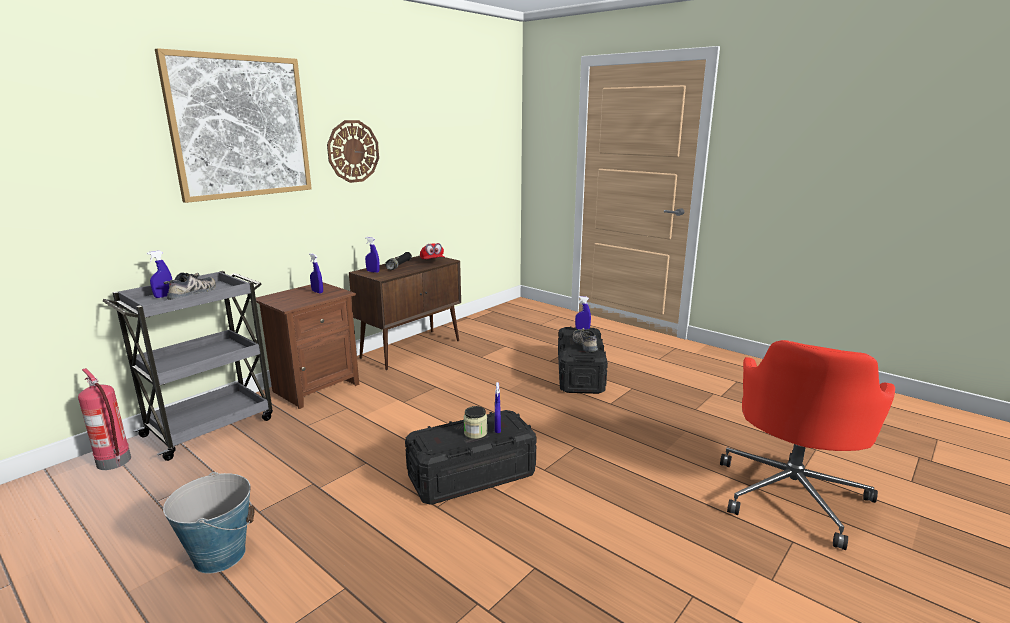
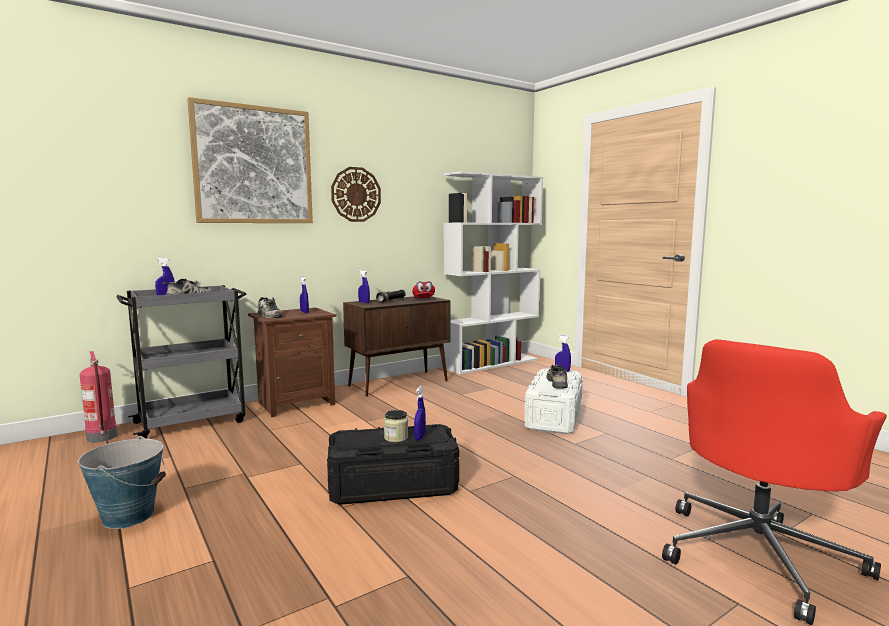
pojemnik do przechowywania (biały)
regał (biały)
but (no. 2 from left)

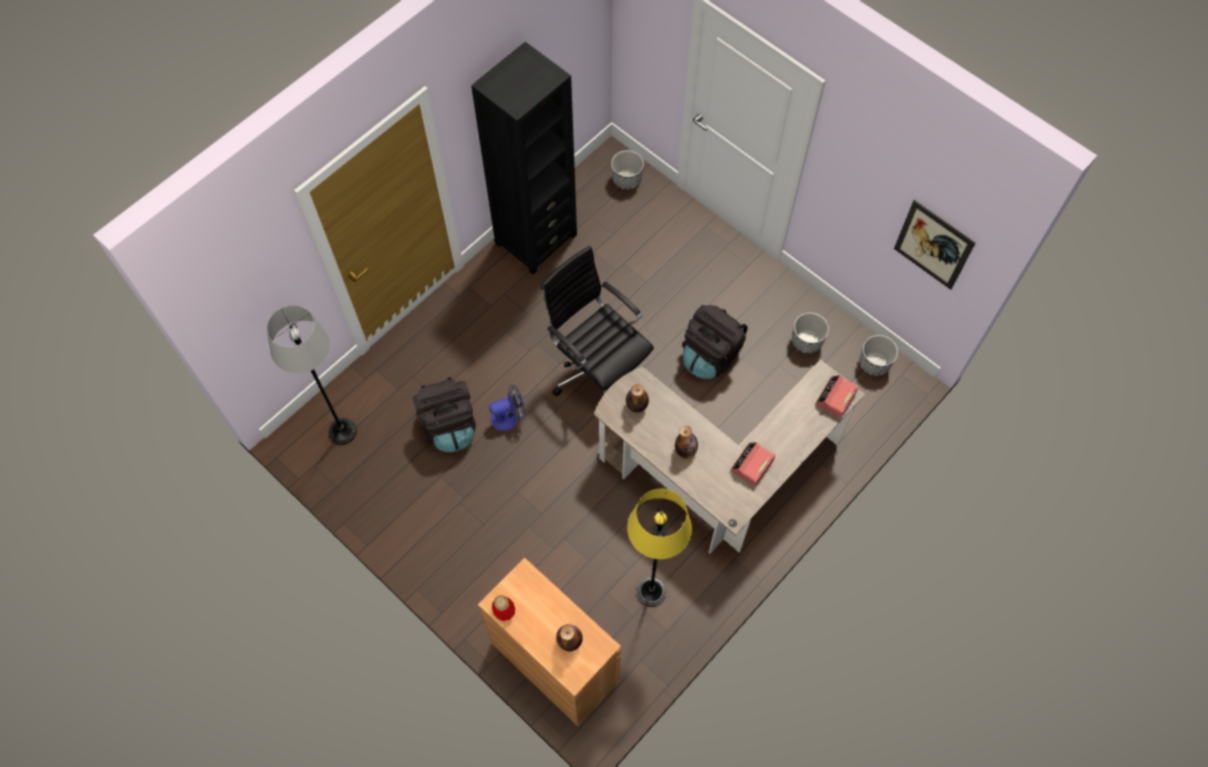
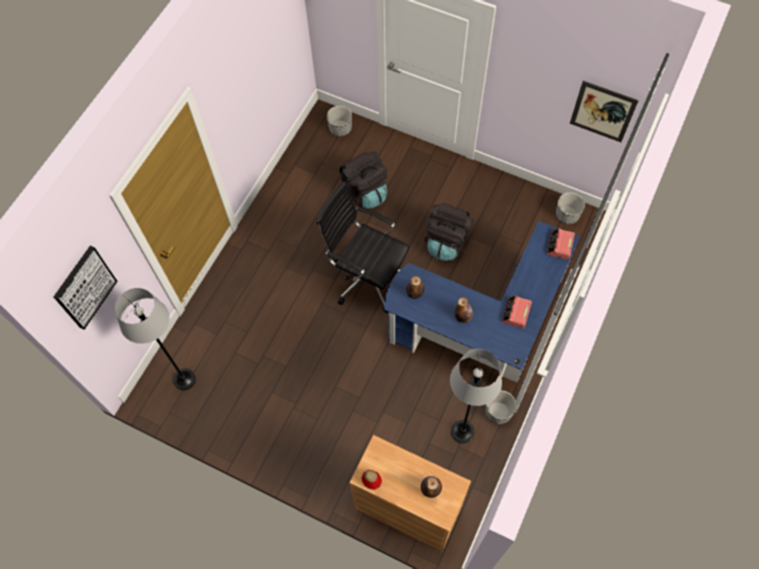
regał (czarny)
donica (no. 2 from left)
biurko (niebieski)
plecak (czarny) (no. 1 from left)
wentylator
lampa stojąca (szary) (no. 2 from left)
obraz (no. 1 from left)

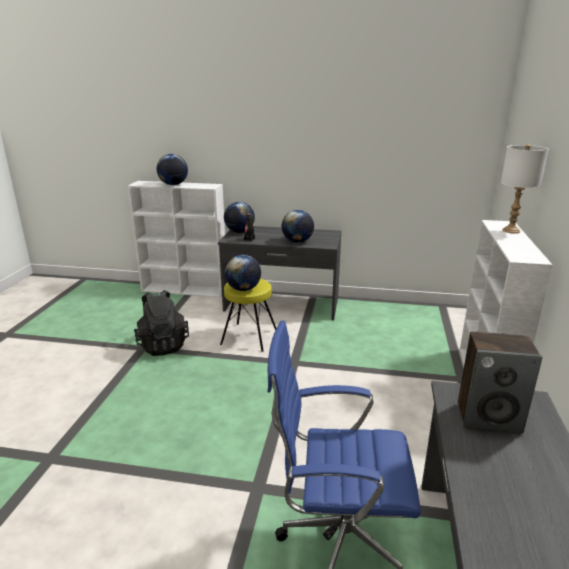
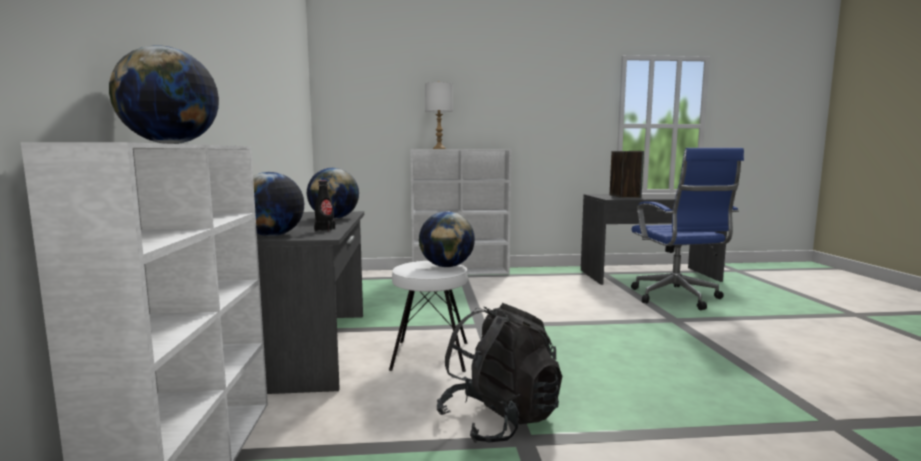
stołek (biały)

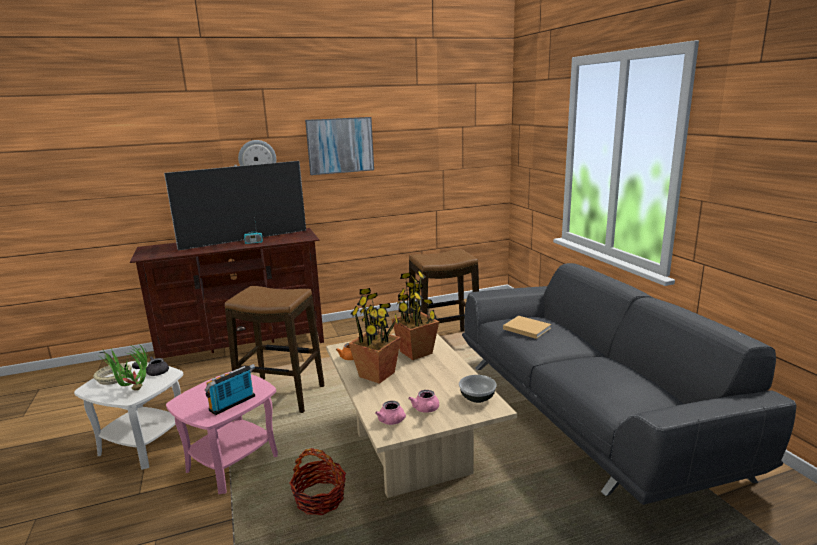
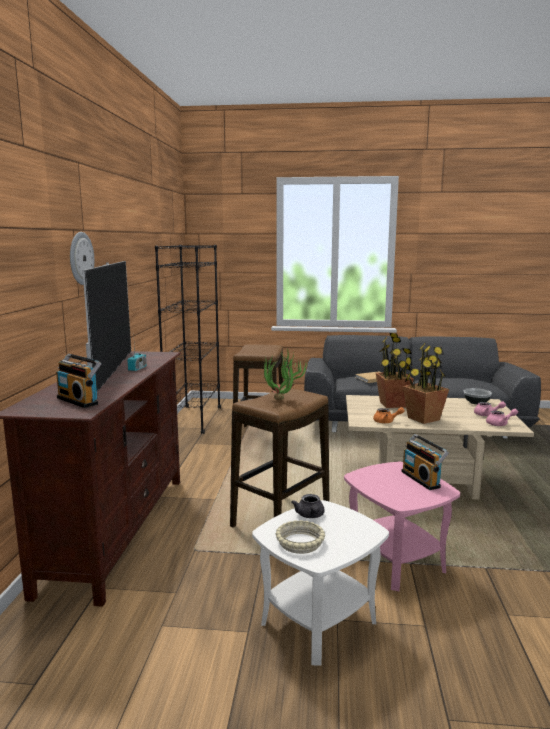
obraz
roślina doniczkowa (no. 1 from left)
koszyk
regał (czarny)
radio (no. 1 from left)

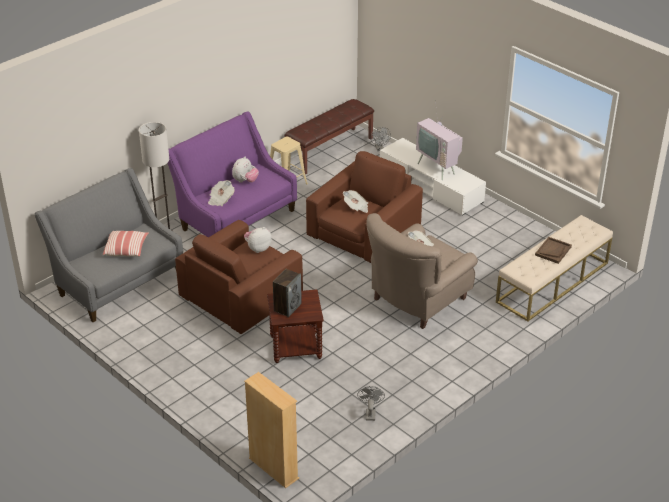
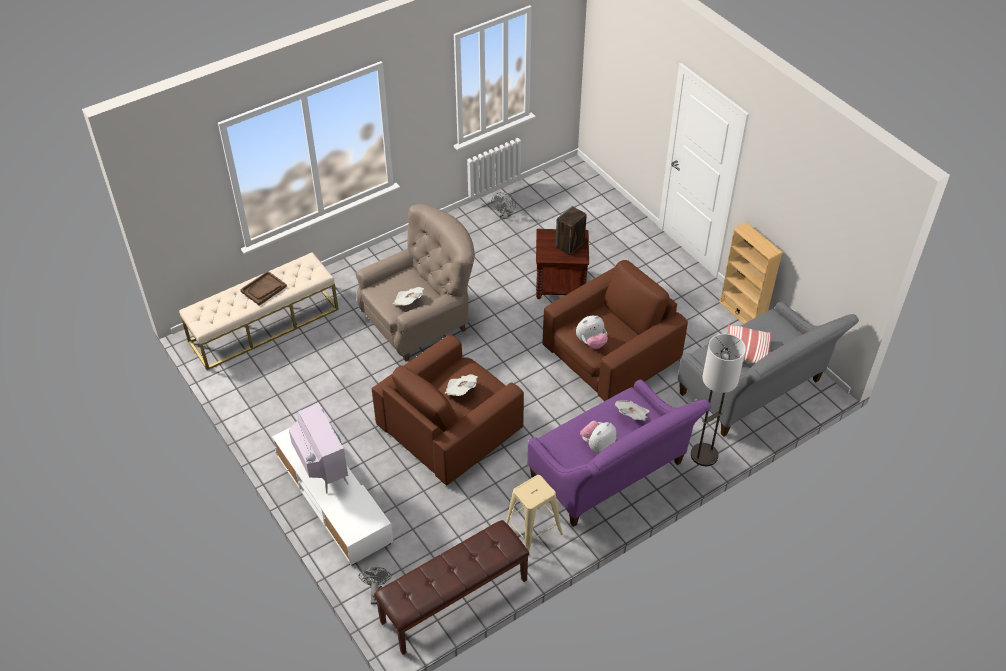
regał (beżowy)

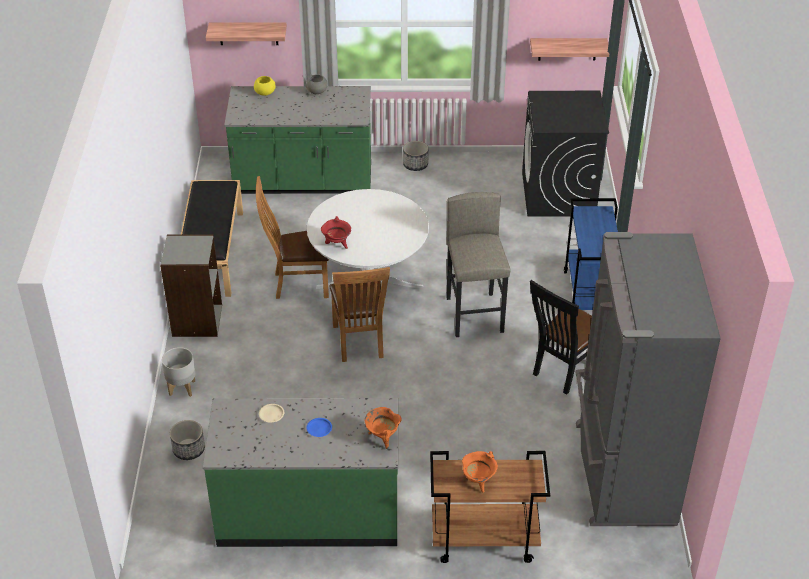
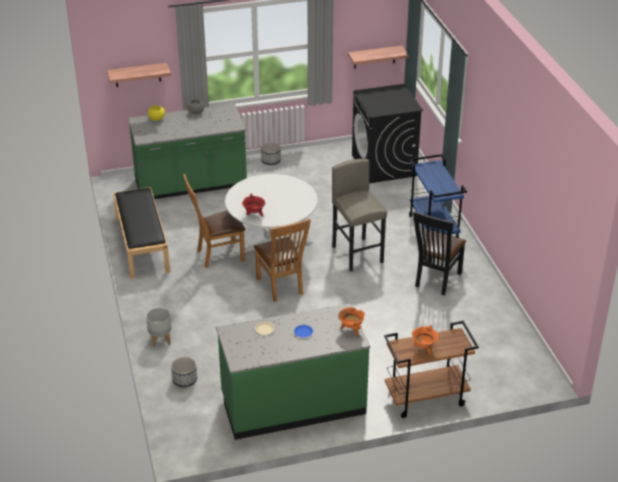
lodówka (szary)
regał (szary)

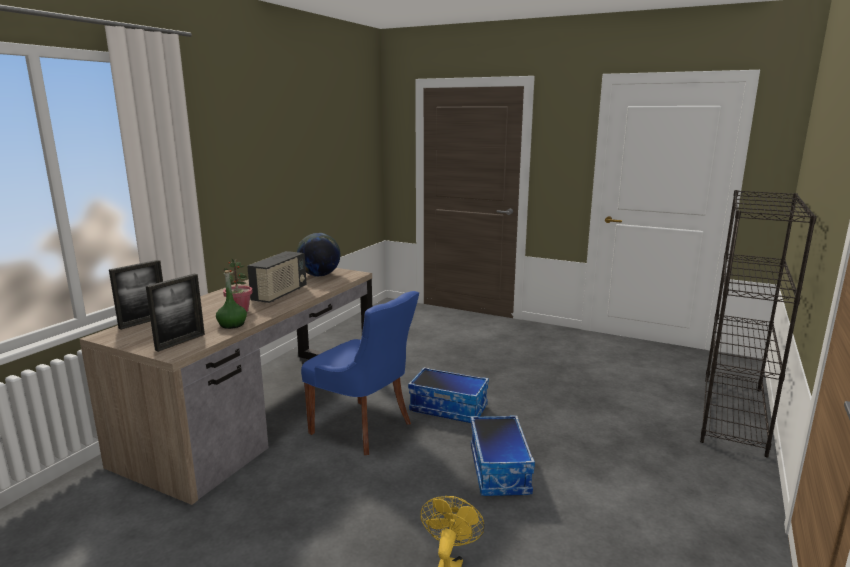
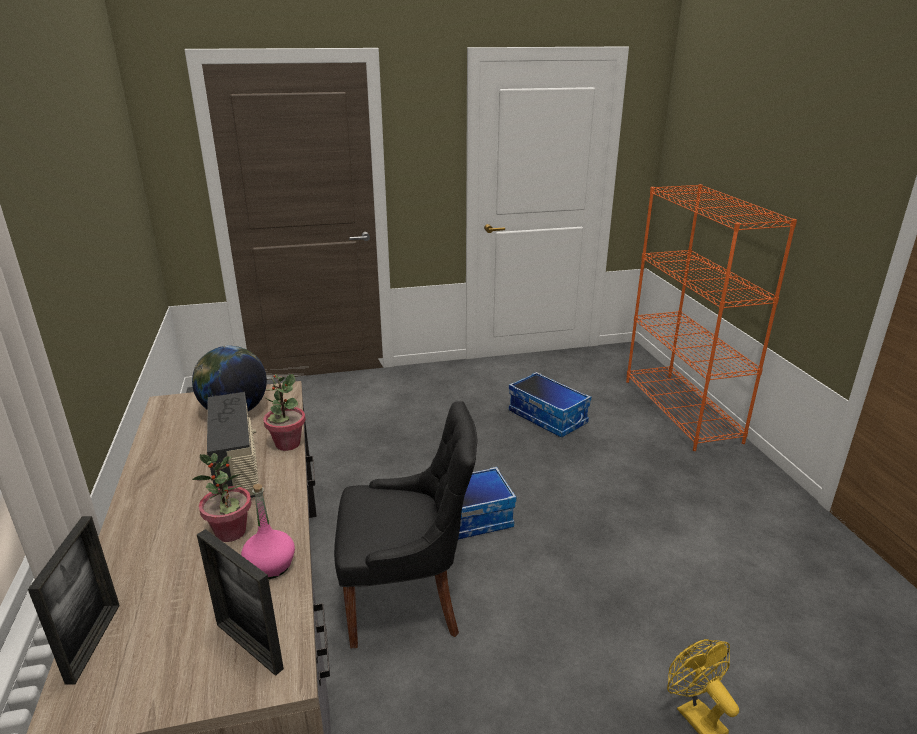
regał (pomarańczowy)
butelka (różowy)
ramka na zdjęcie (no. 2 from left)
krzesło (czarny)
pojemnik do przechowywania (no. 2 from left)
roślina doniczkowa (no. 2 from left)

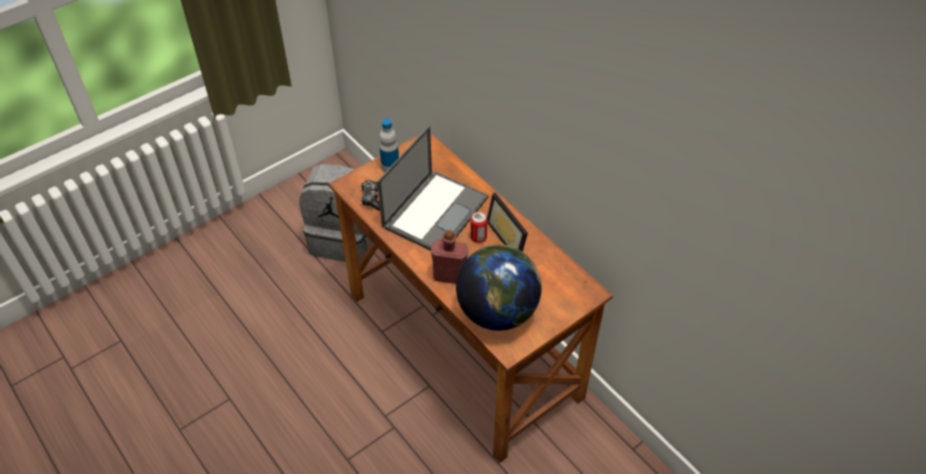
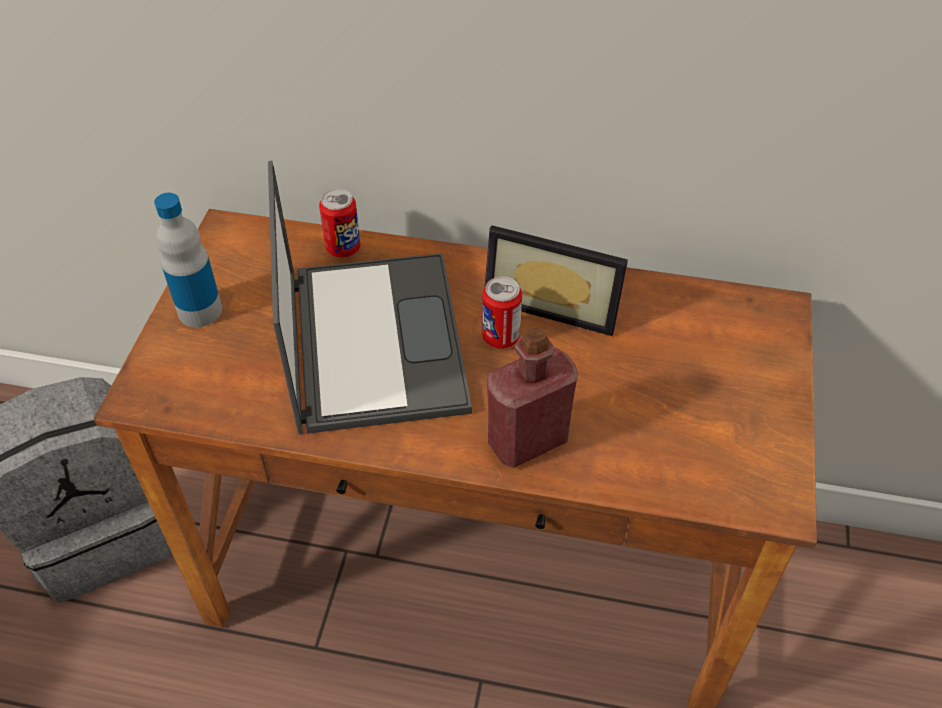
pad do gier
globus
puszka (no. 1 from left)

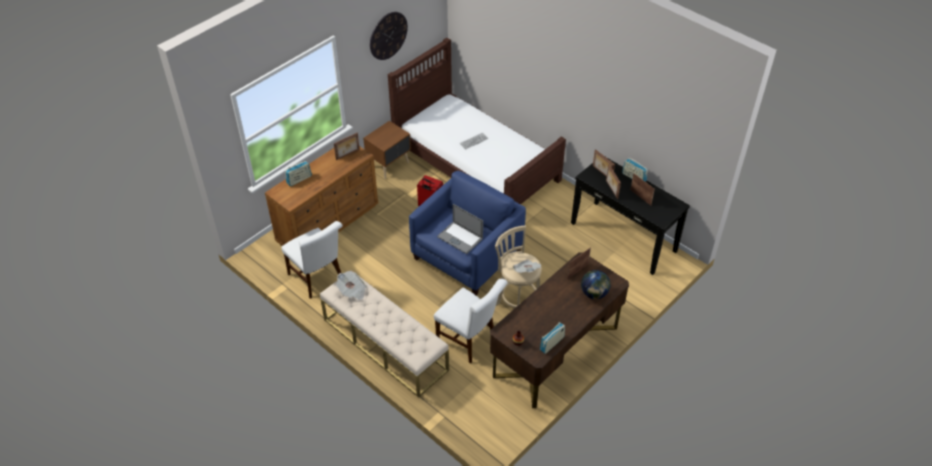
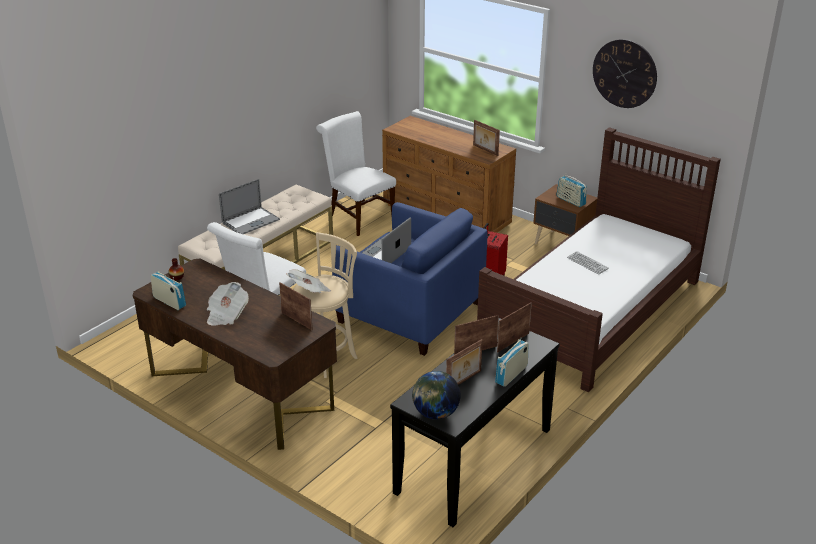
radio (no. 3 from left)
krzesło (biały) (no. 2 from left)
globus
gazeta (no. 1 from left)
laptop (no. 1 from left)

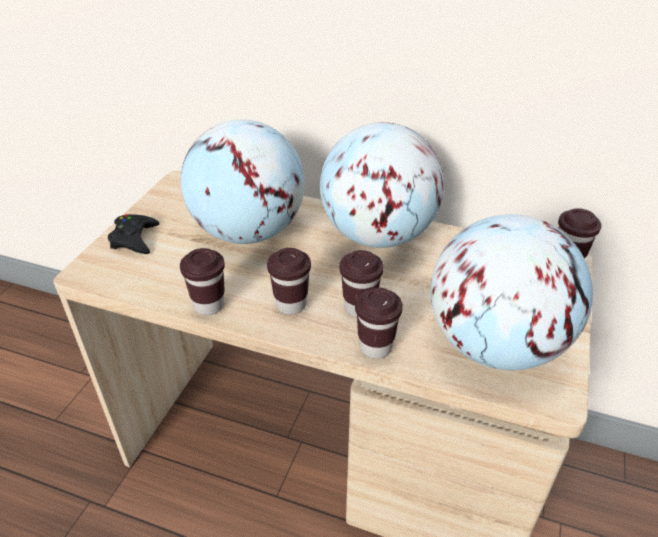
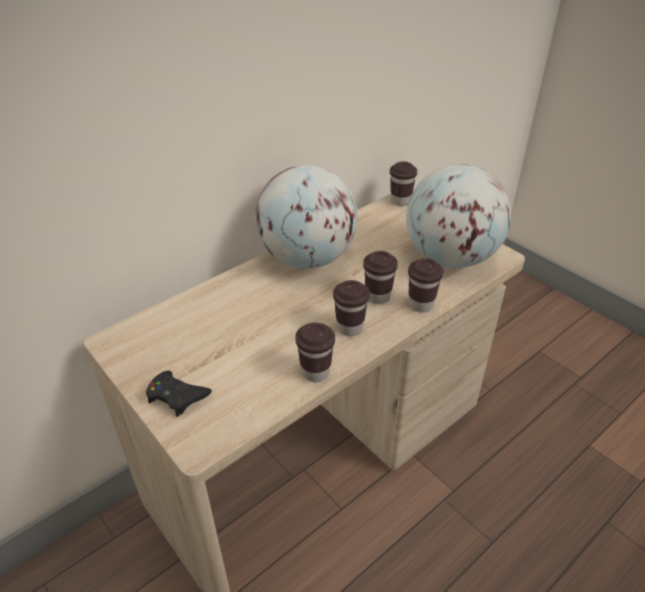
globus (no. 1 from left in the first image)

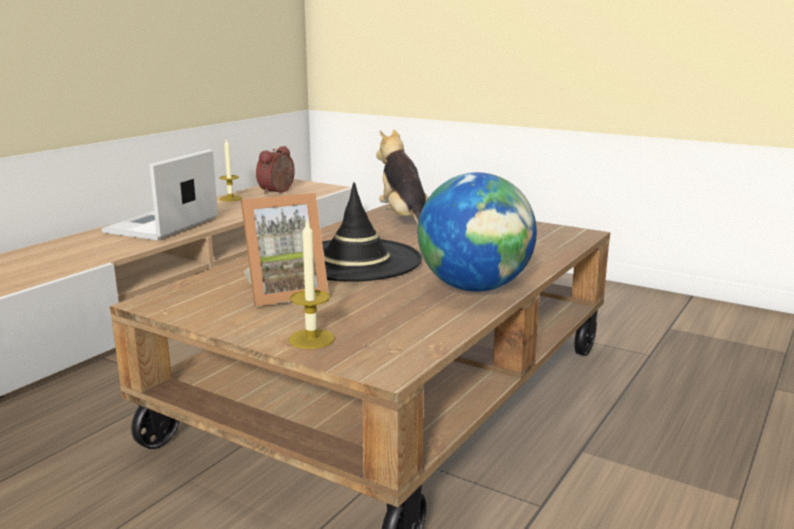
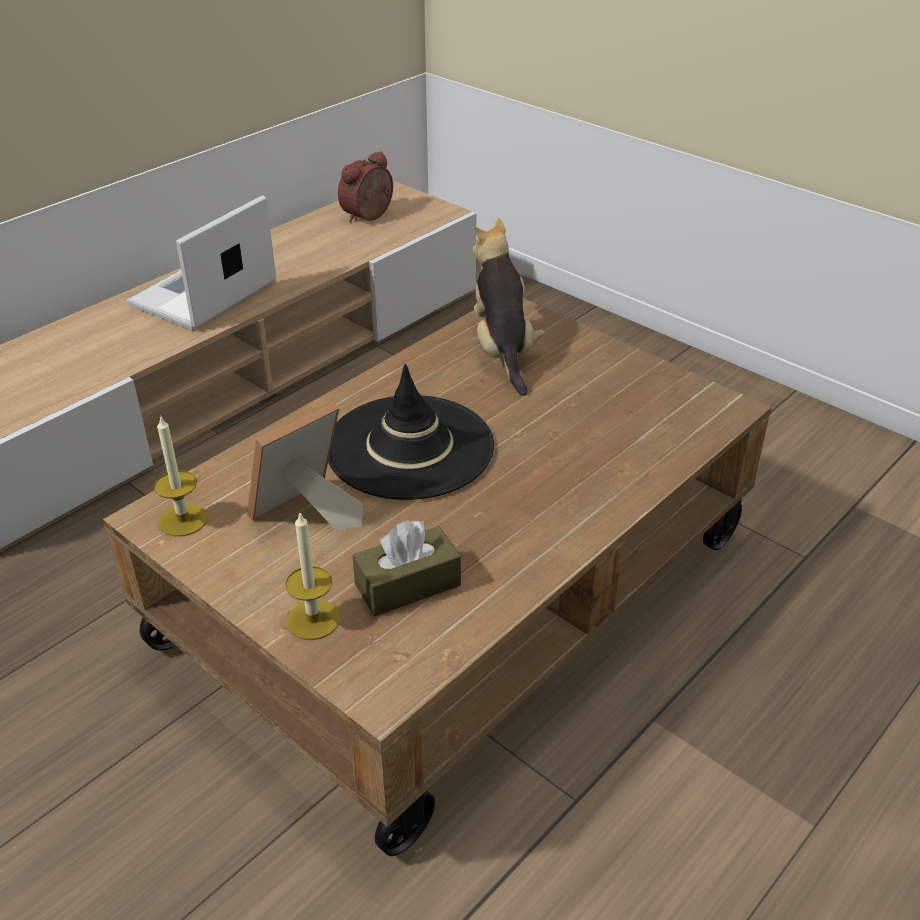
świeca (no. 1 from left)
globus
ramka na zdjęcie
pudełko chusteczek (brązowy)

